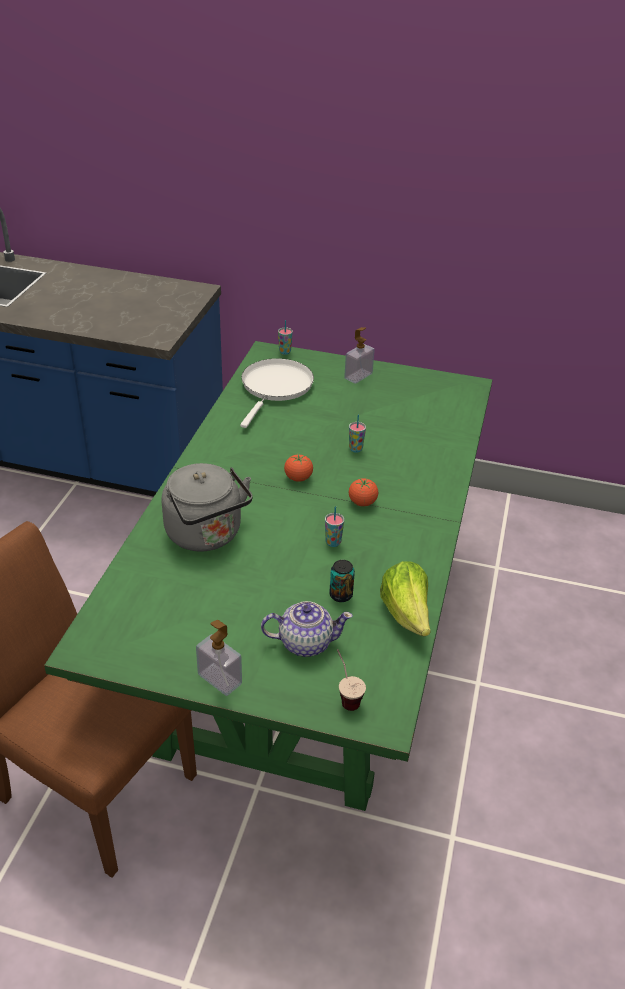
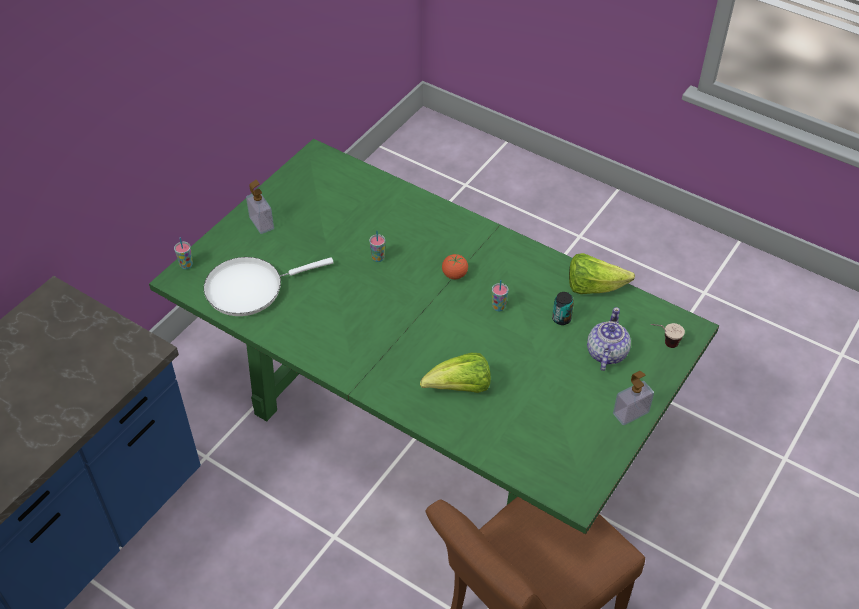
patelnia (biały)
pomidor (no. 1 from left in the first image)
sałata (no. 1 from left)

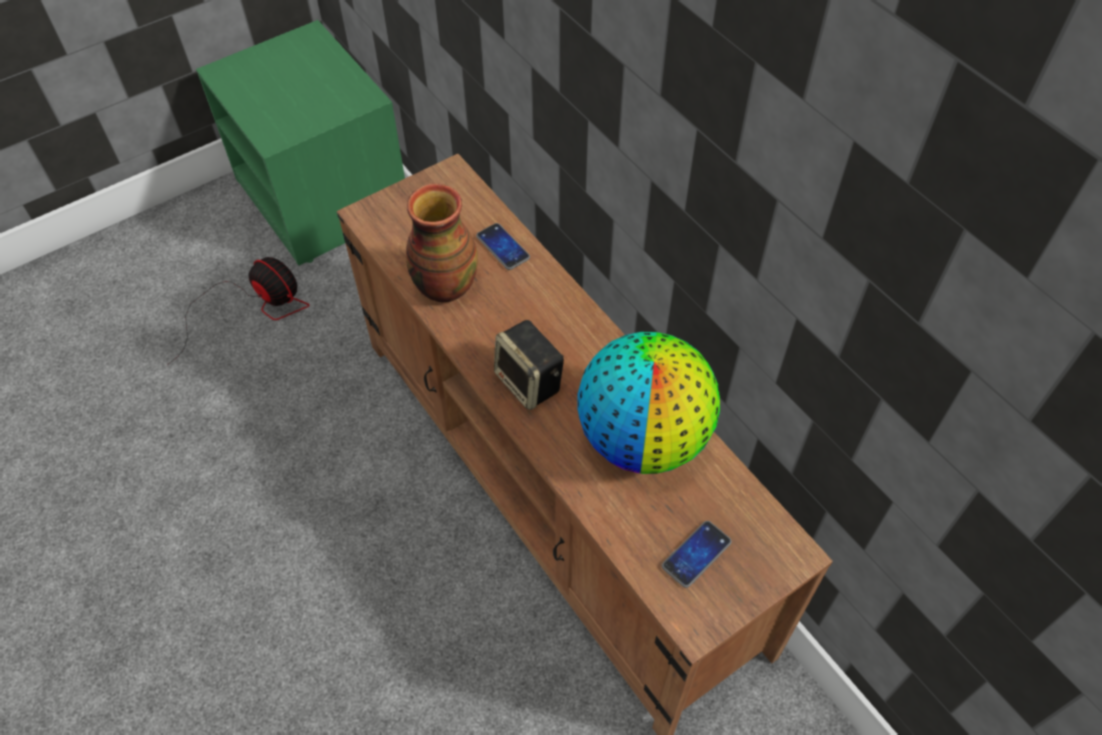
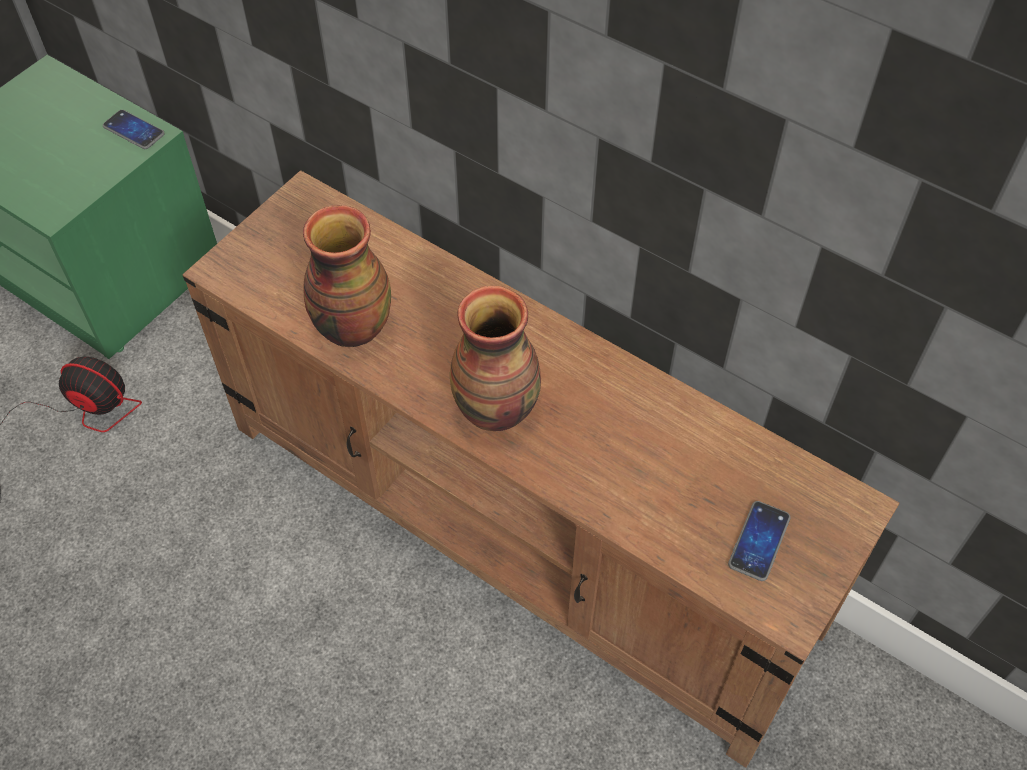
telefon (no. 1 from left)
wazon (no. 2 from left)
globus

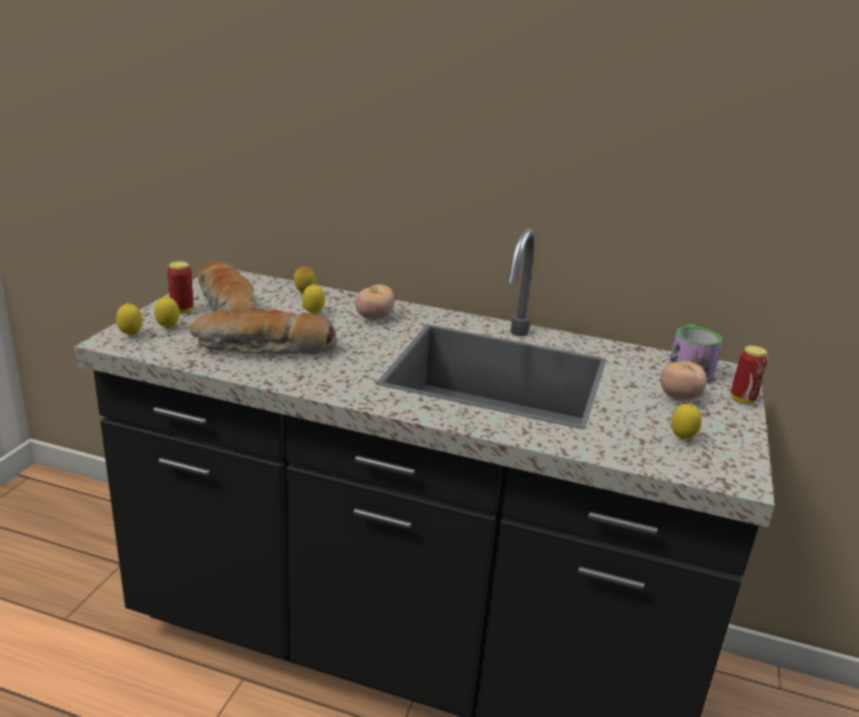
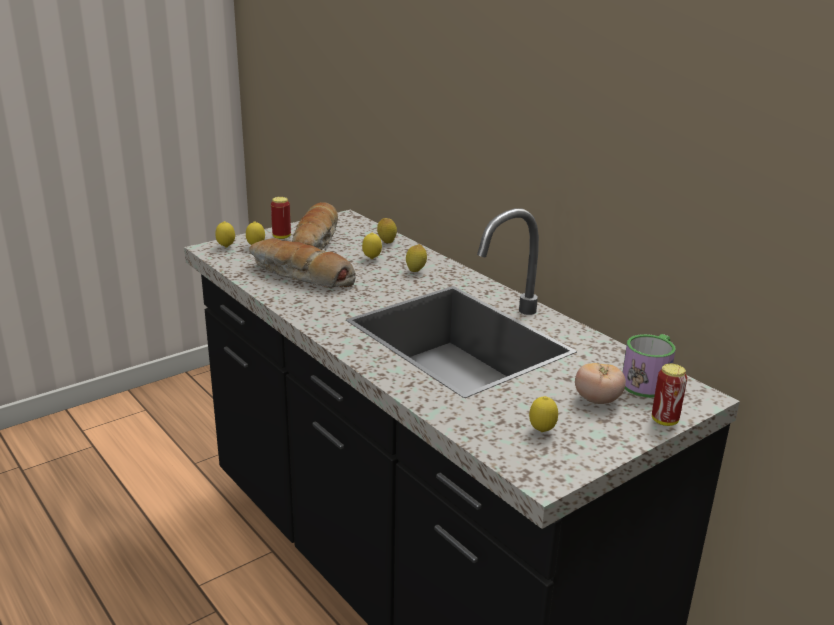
cytryna (no. 5 from left)

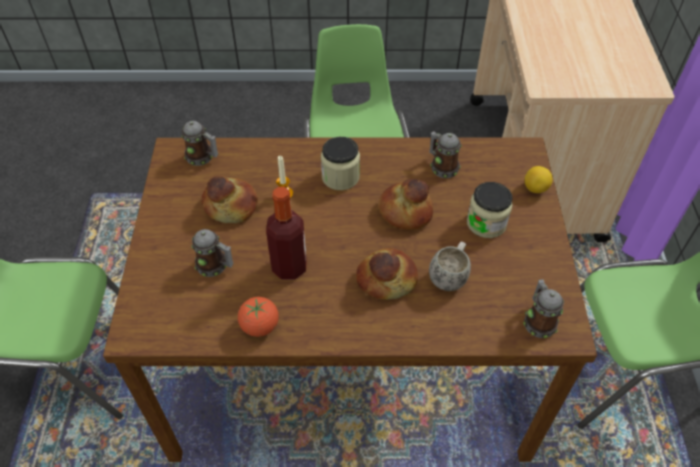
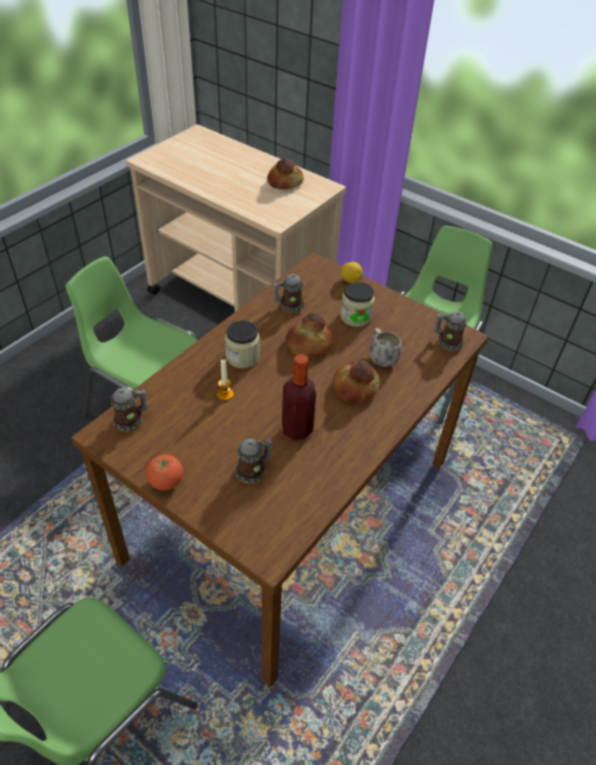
chleb (no. 1 from left)
pomidor

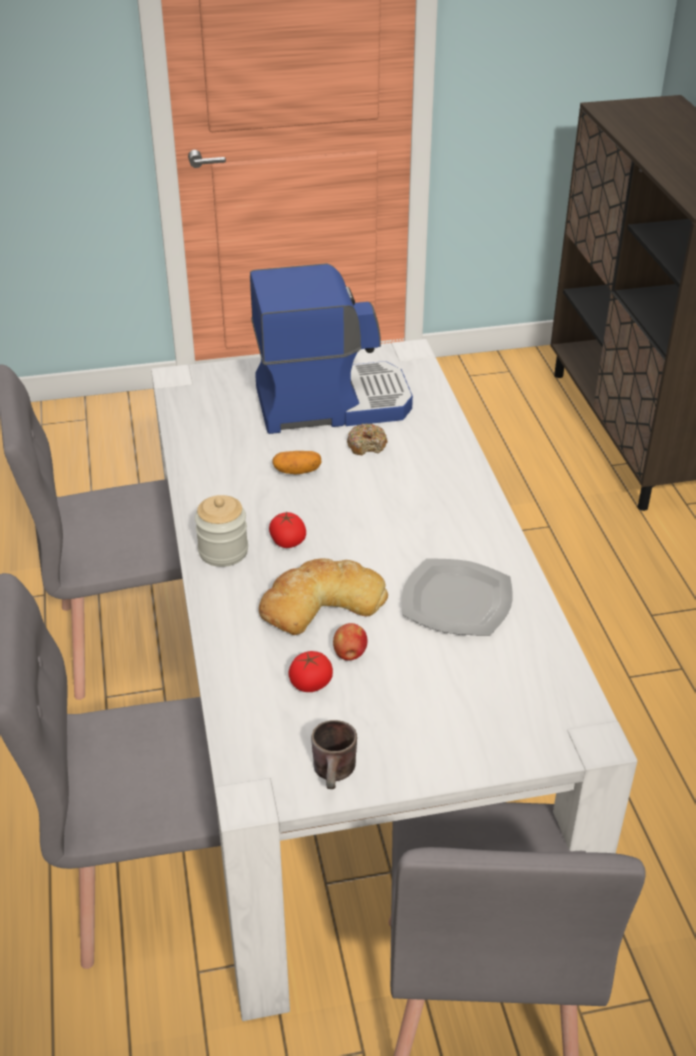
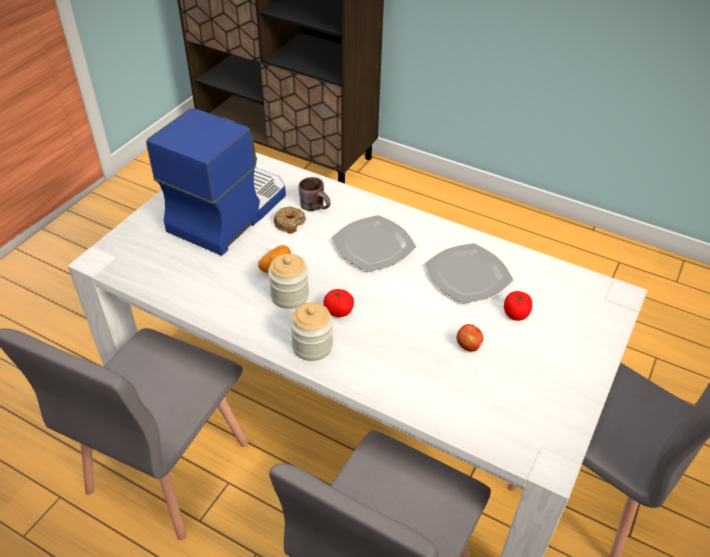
chleb
pomidor (no. 2 from left)
kubek (brązowy)
talerz (no. 1 from left)
słoik (no. 1 from left)

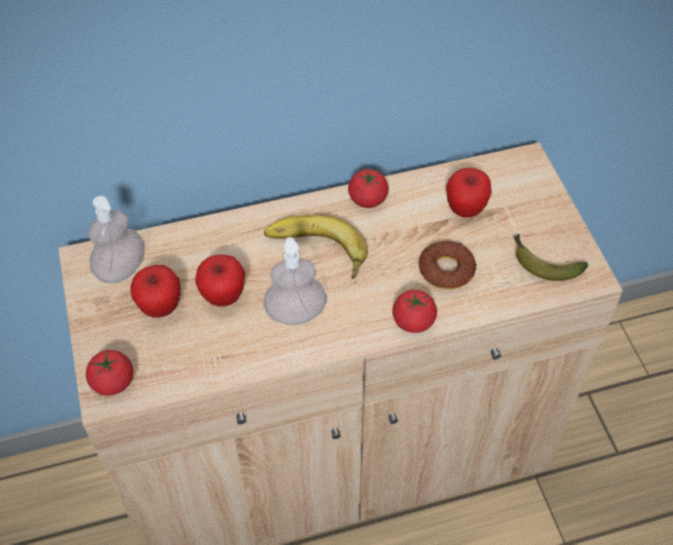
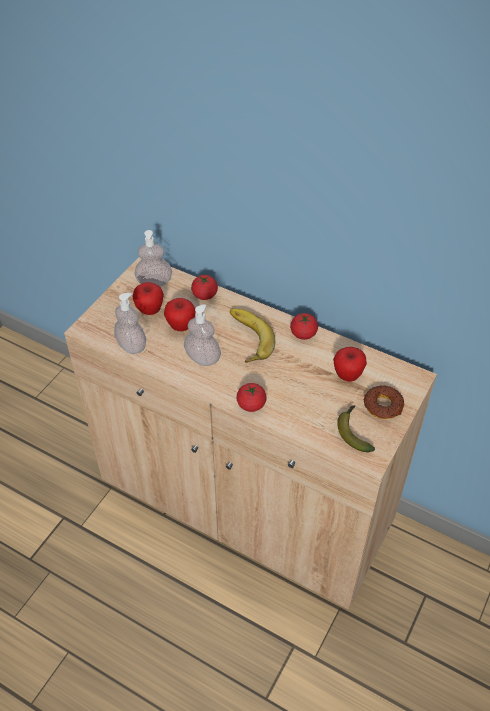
donut
pomidor (no. 1 from left)
dozownik mydła (no. 1 from left)

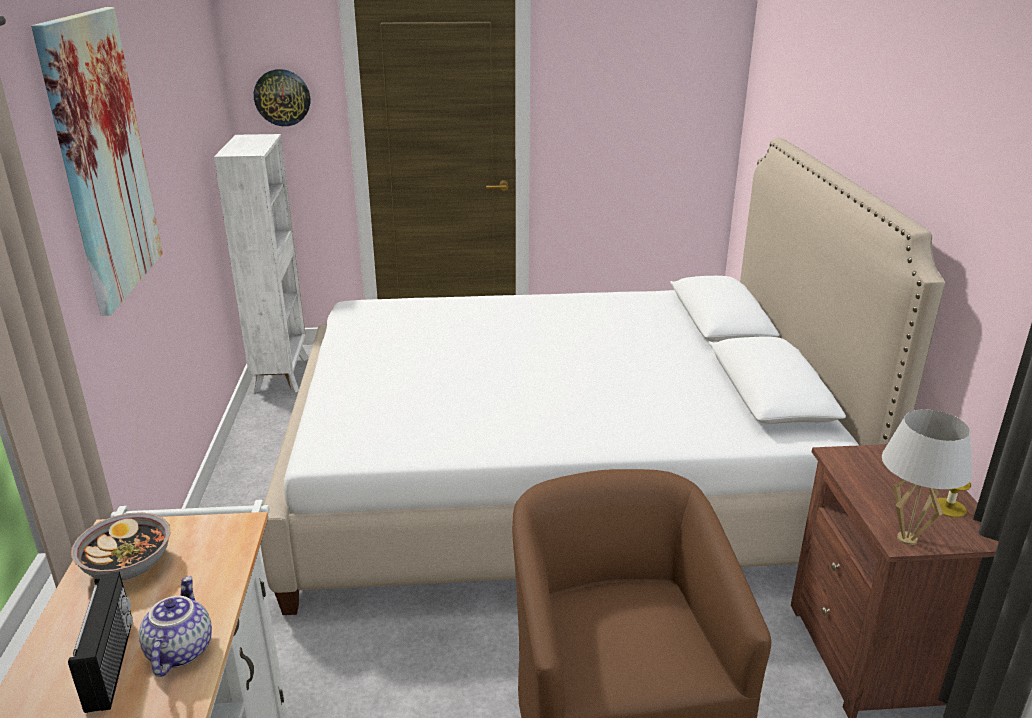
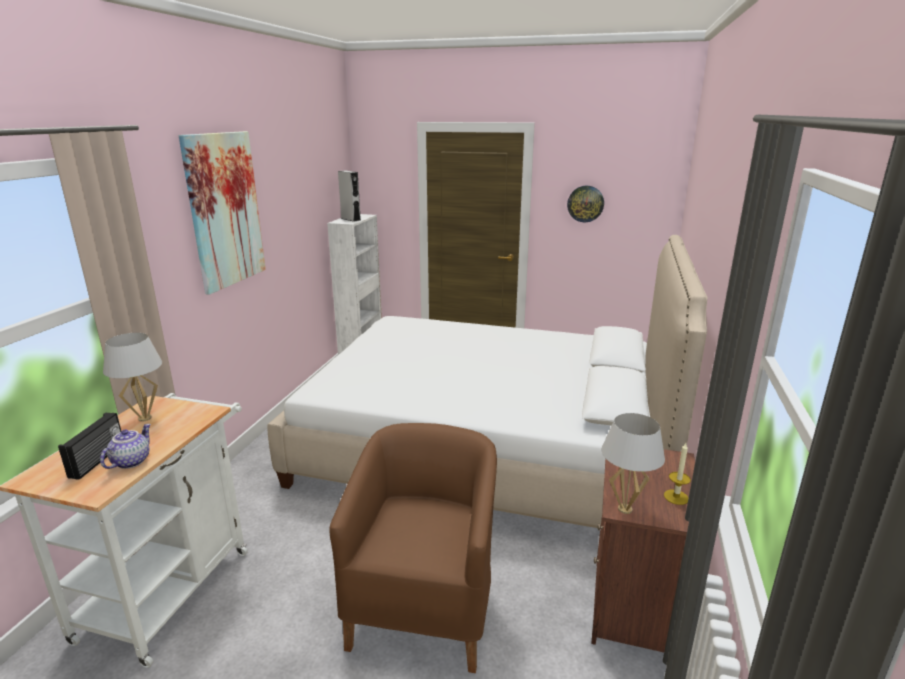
zegar ścienny
lampa stołowa (biały) (no. 1 from left)
głośnik (szary)

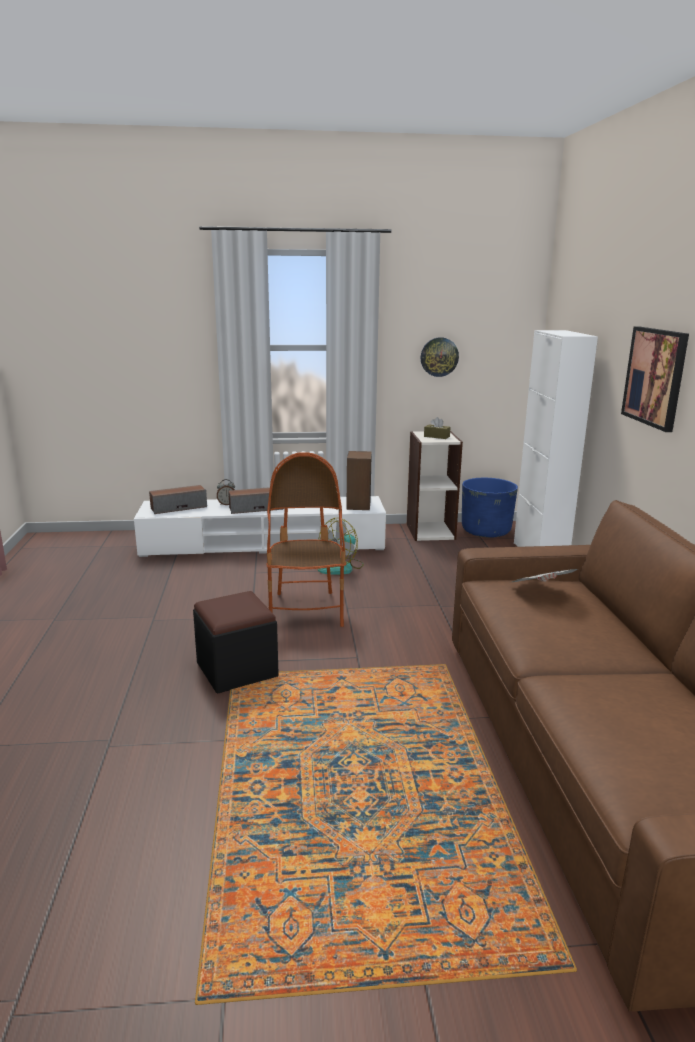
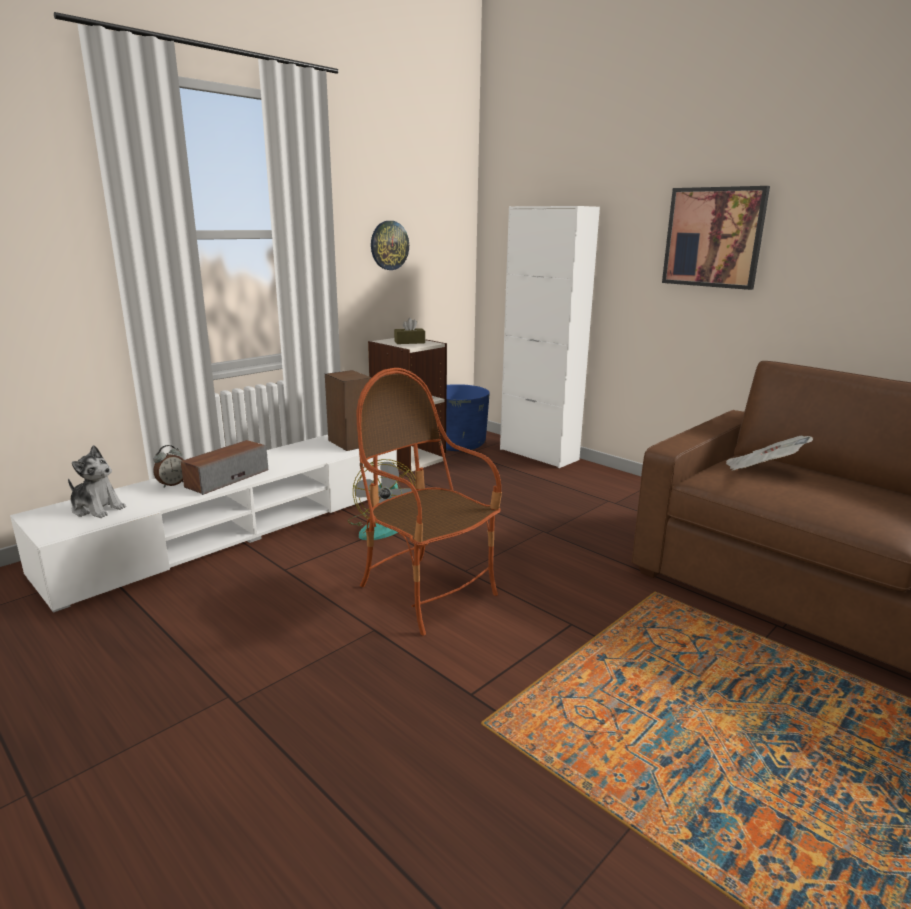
pluszak
pufa (czarny)

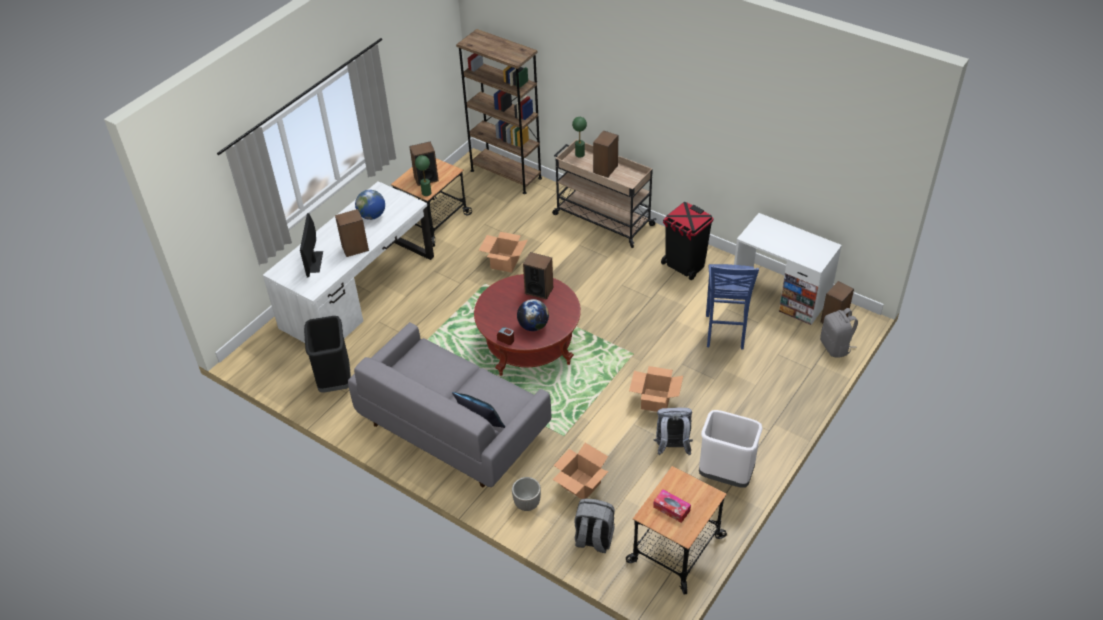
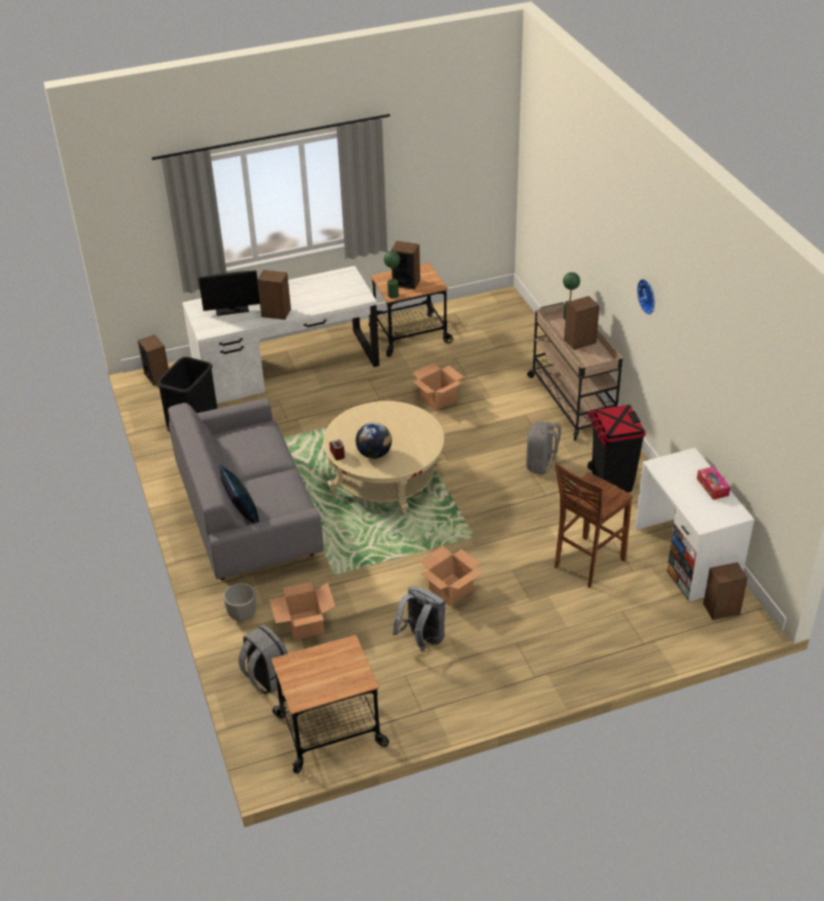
regał (brązowy)
globus (no. 1 from left in the first image)
monitor
głośnik (no. 1 from left)
stołek (brązowy)
ława (beżowy)
plecak (szary) (no. 3 from left)
kosz na śmieci (biały)
pudełko chusteczek
zegar ścienny

